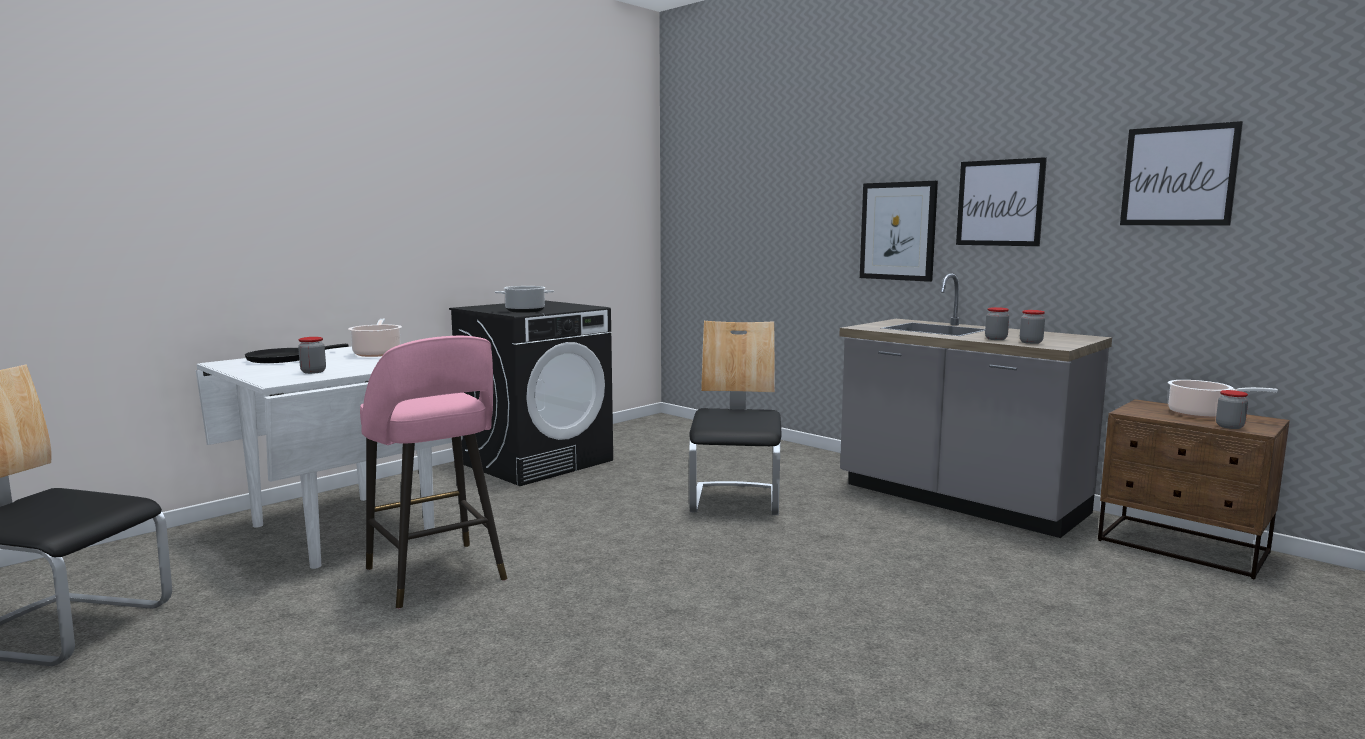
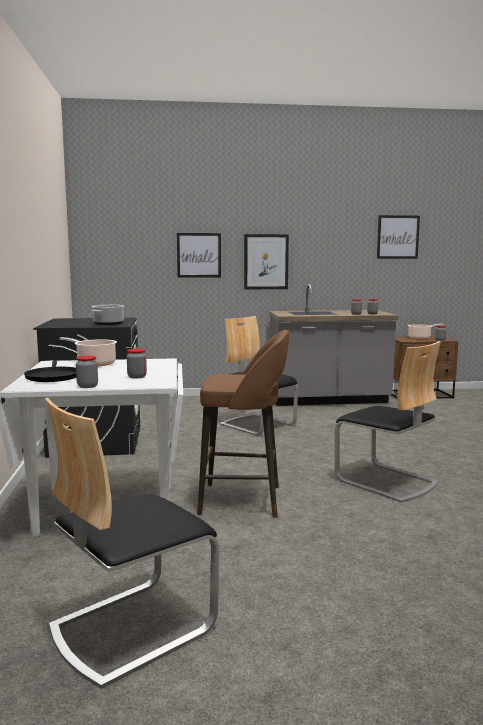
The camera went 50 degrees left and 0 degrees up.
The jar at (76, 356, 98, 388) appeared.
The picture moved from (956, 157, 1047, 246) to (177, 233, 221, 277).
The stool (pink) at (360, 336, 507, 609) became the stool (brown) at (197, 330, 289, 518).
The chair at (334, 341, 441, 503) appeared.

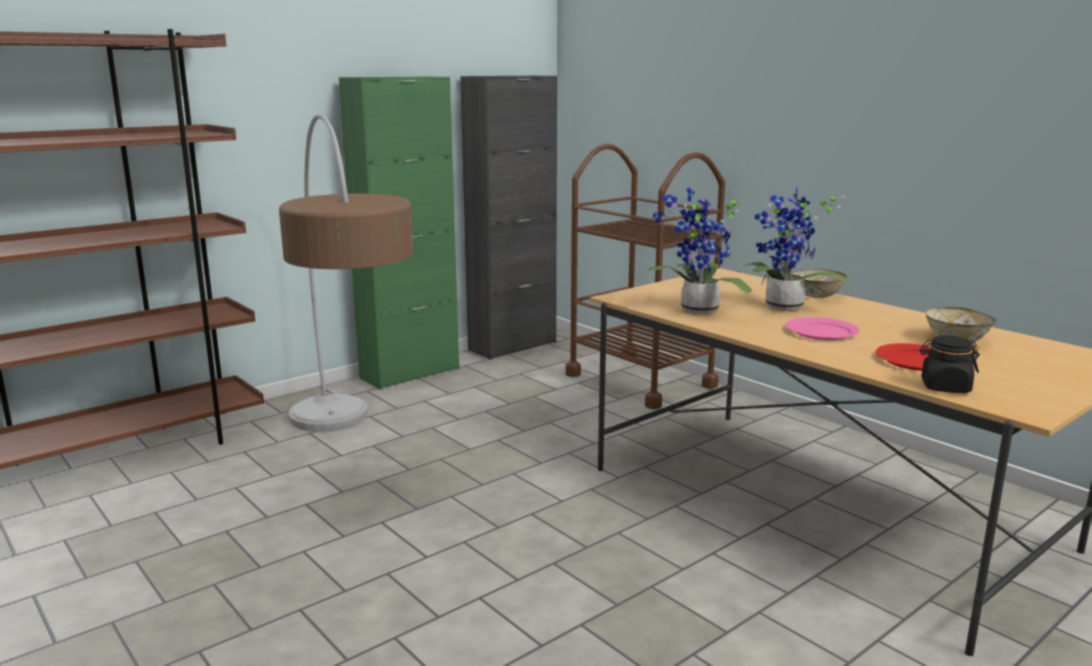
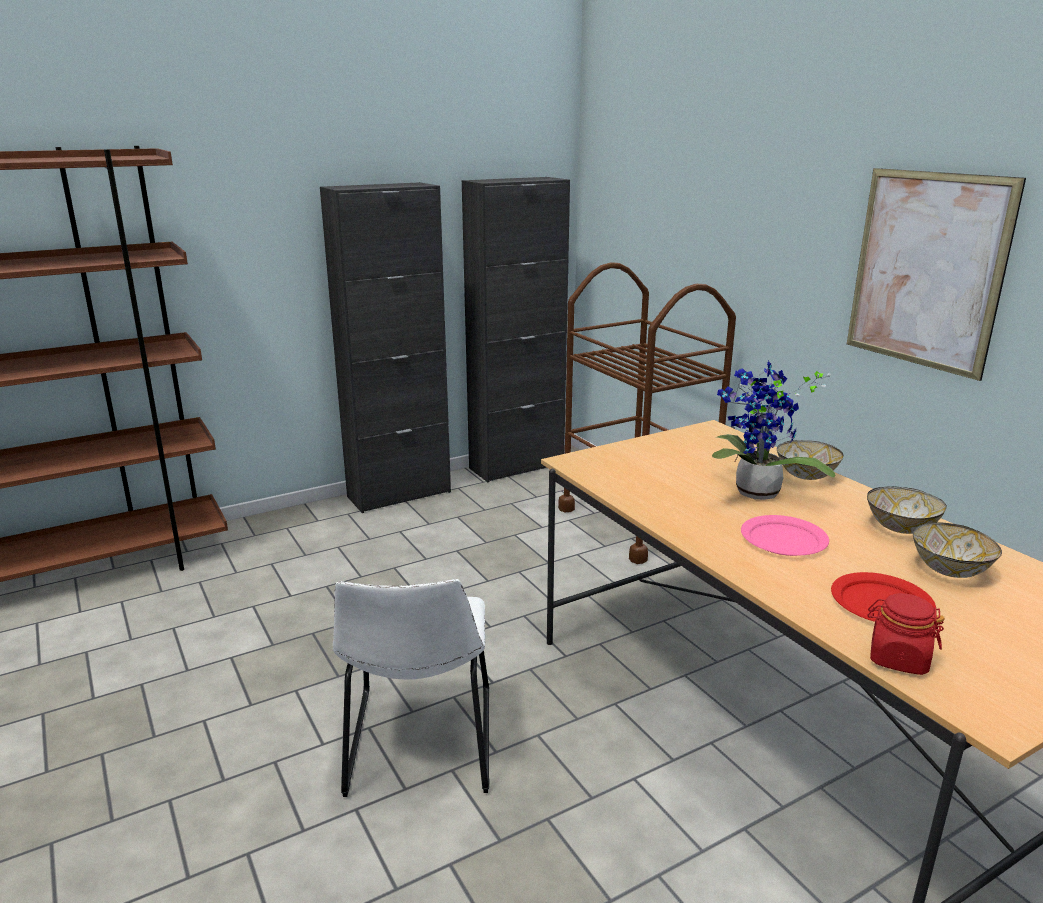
The camera went 10 degrees right and 5 degrees up.
The cabinet (green) at (339, 76, 459, 390) became the cabinet (black) at (320, 182, 451, 513).
The chair (white) at (333, 579, 489, 797) appeared.
The picture at (847, 168, 1026, 381) appeared.
The bowl at (867, 486, 947, 534) appeared.
The jar (black) at (919, 335, 980, 393) became the jar (red) at (867, 593, 945, 675).
The floor lamp at (279, 114, 414, 432) disappeared.
The potted plant at (647, 187, 752, 314) disappeared.

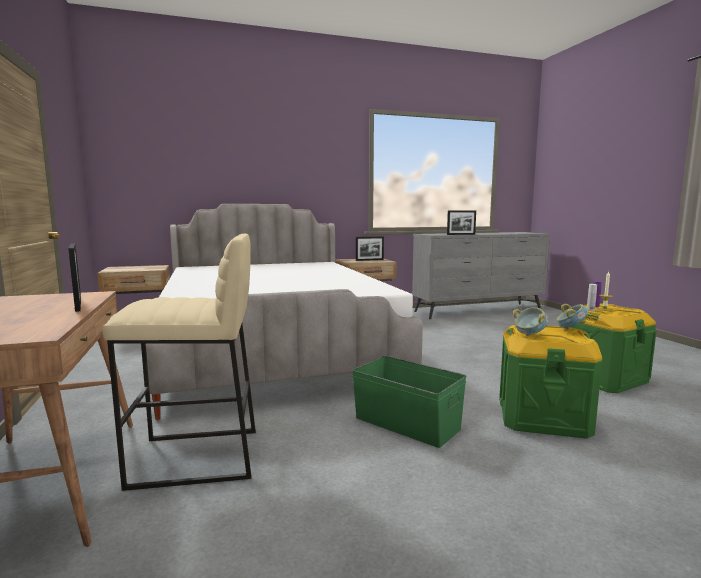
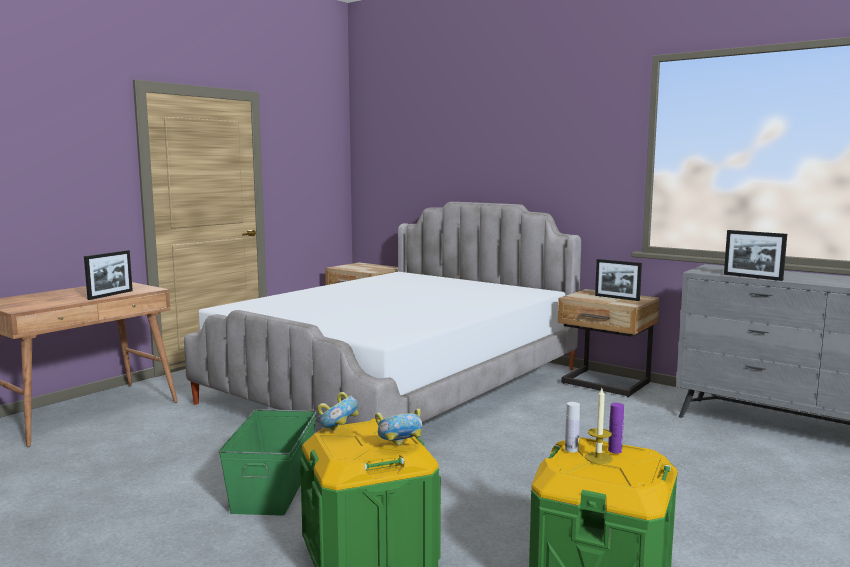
The camera went 55 degrees right and 0 degrees up.
The stool (beige) at (102, 234, 256, 491) disappeared.

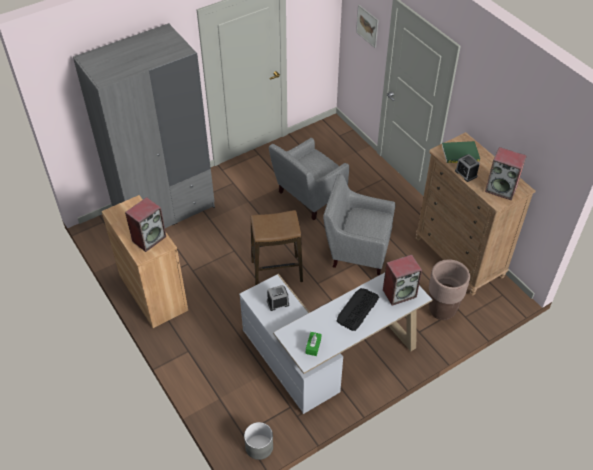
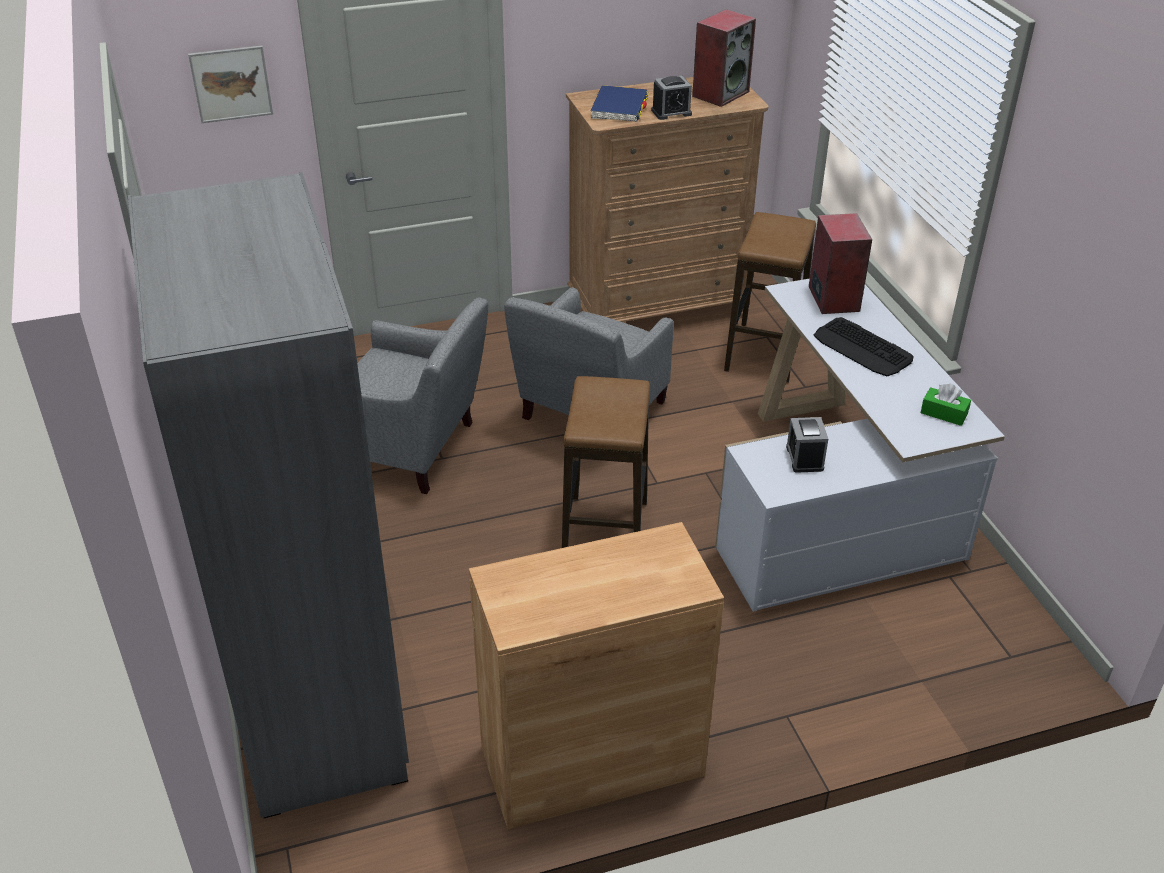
The camera went 75 degrees left and 10 degrees down.
The armchair (grey) at (269, 138, 349, 220) turned 45 degrees counterclockwise.
The book (green) at (442, 141, 480, 163) became the book (blue) at (591, 85, 649, 121).
The planter (brown) at (429, 259, 470, 320) was replaced by the stool at (724, 212, 816, 383).
The speaker at (125, 197, 166, 252) disappeared.
The planter (grey) at (244, 422, 273, 460) disappeared.

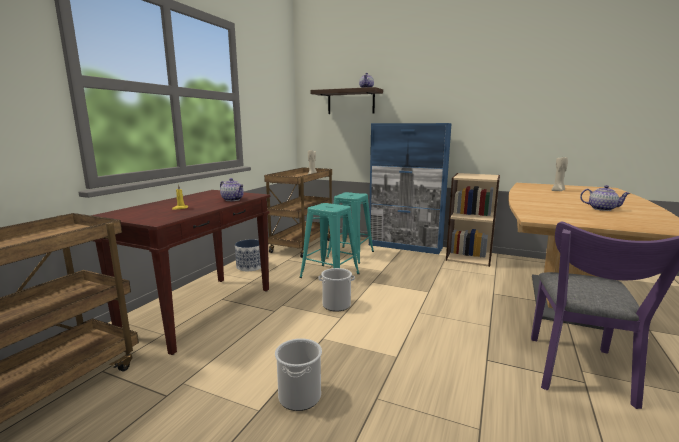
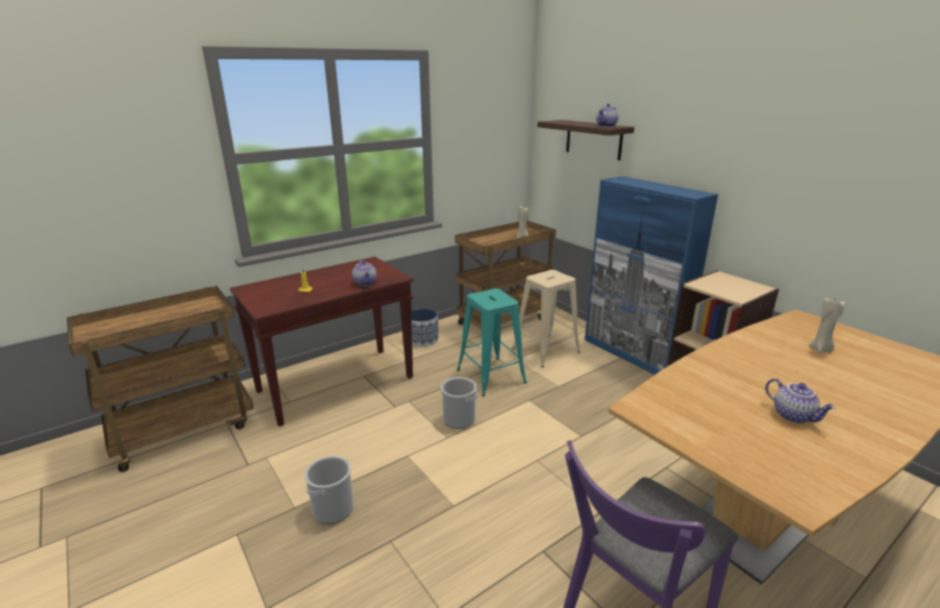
The camera went 30 degrees right and 10 degrees up.
The stool (turquoise) at (326, 192, 374, 264) became the stool (beige) at (512, 270, 580, 367).

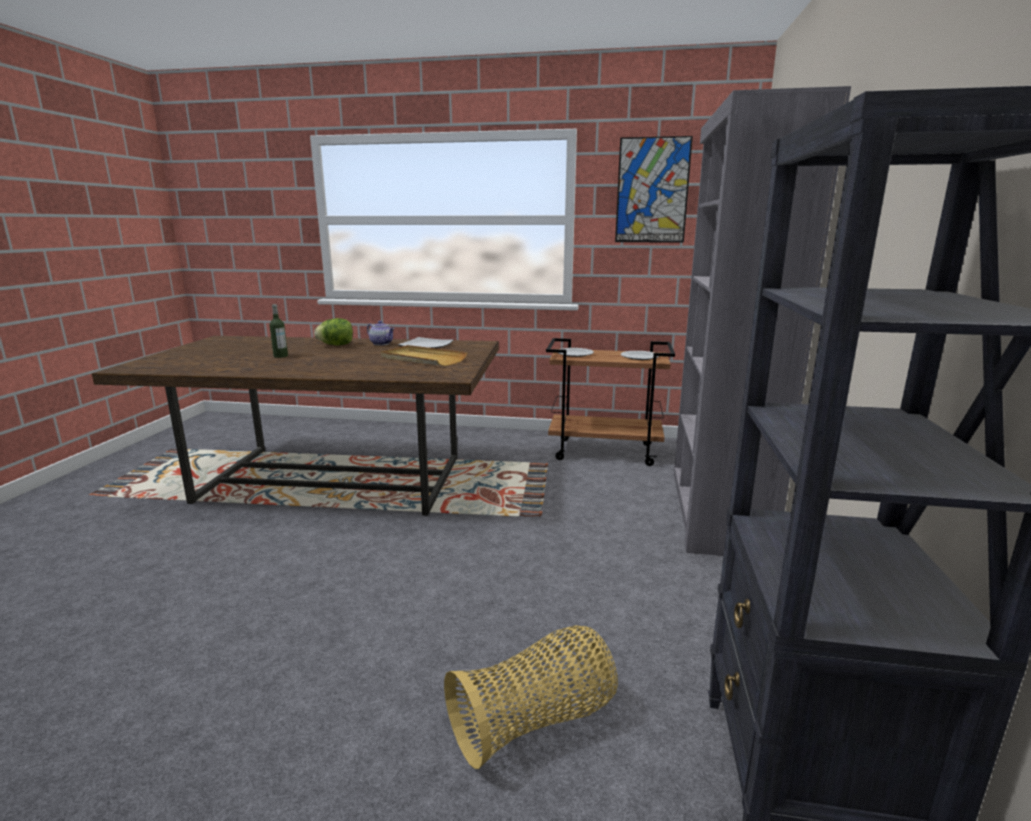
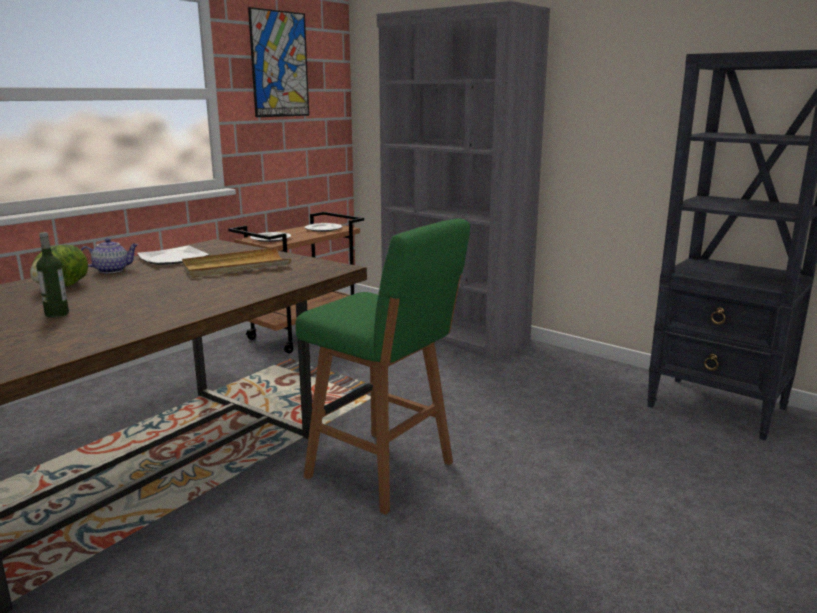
The camera went 60 degrees left and 0 degrees up.
The stool (green) at (295, 218, 470, 515) appeared.
The basket at (444, 625, 618, 769) disappeared.

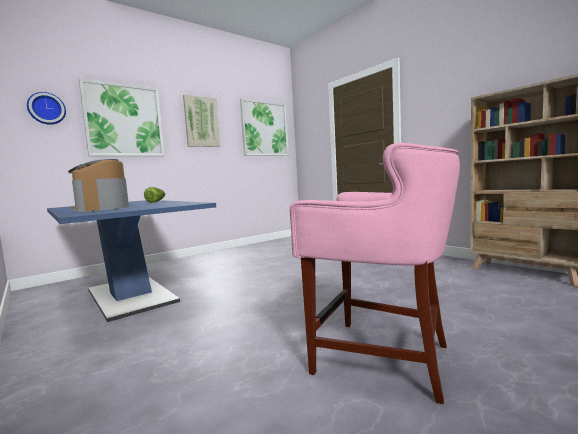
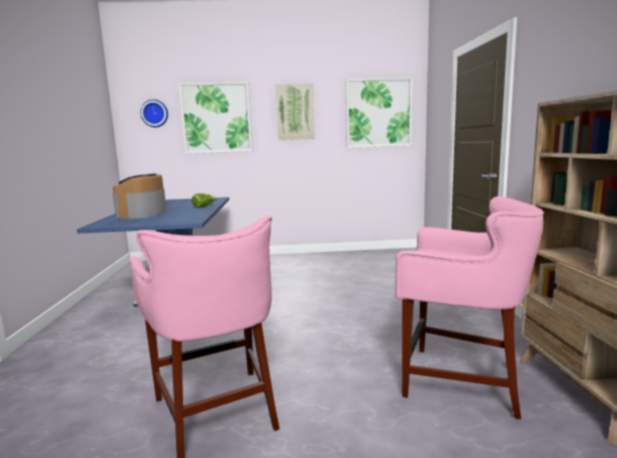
The camera went 35 degrees right and 5 degrees up.
The stool (pink) at (395, 196, 544, 419) appeared.

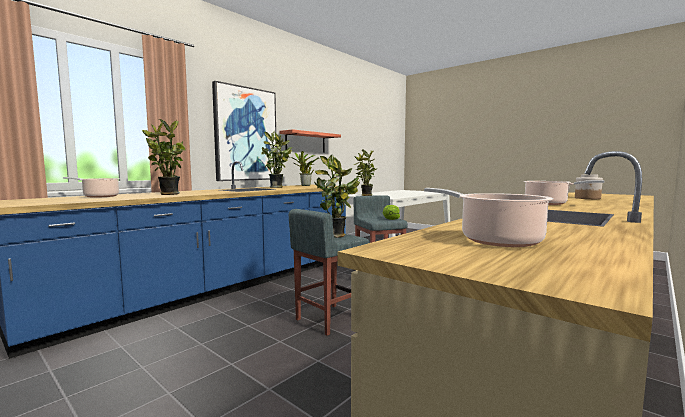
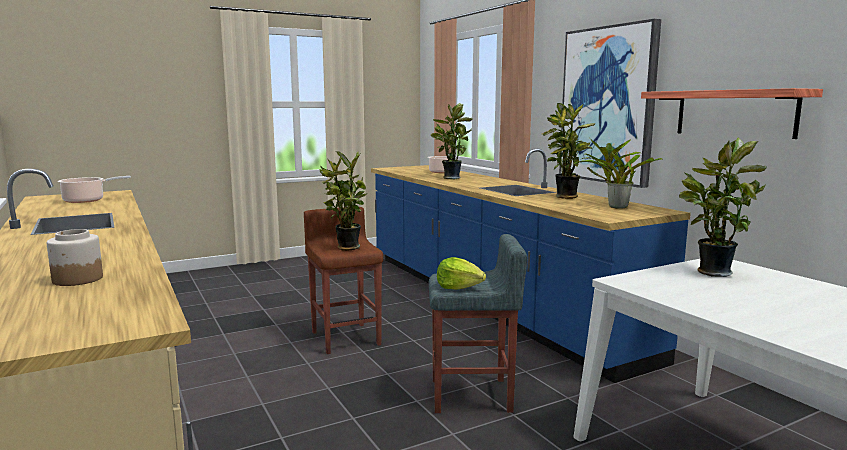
The camera went 110 degrees right and 5 degrees up.
The stool (grey) at (289, 209, 370, 336) became the stool (brown) at (304, 207, 383, 354).
The cooking pot at (523, 180, 605, 205) disappeared.

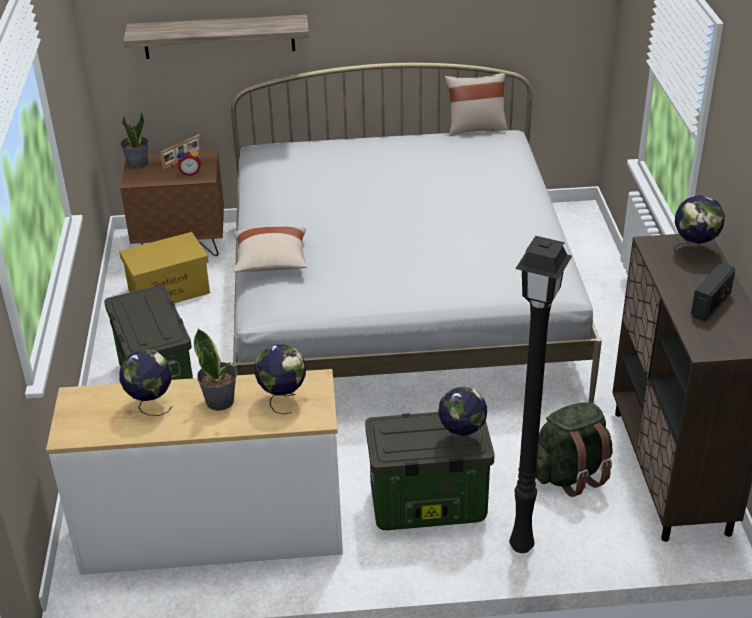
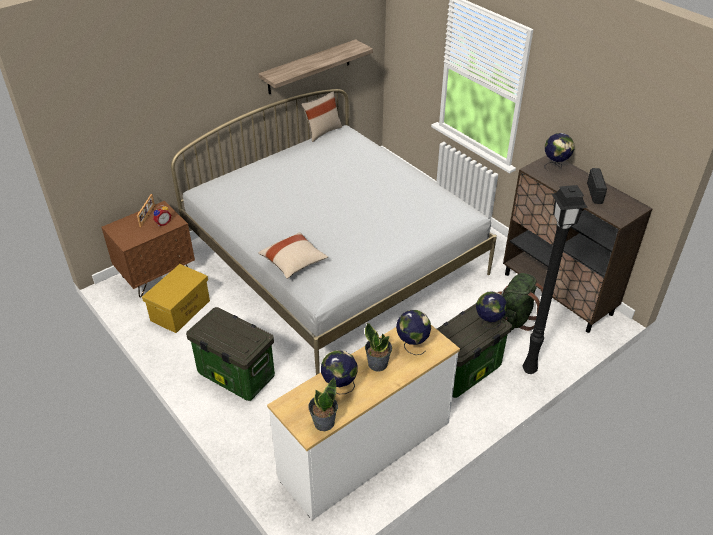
The camera went 35 degrees left and 5 degrees up.
The shelf moved from (123, 15, 309, 59) to (259, 39, 373, 94).
The potted plant moved from (120, 112, 148, 169) to (308, 377, 338, 431).

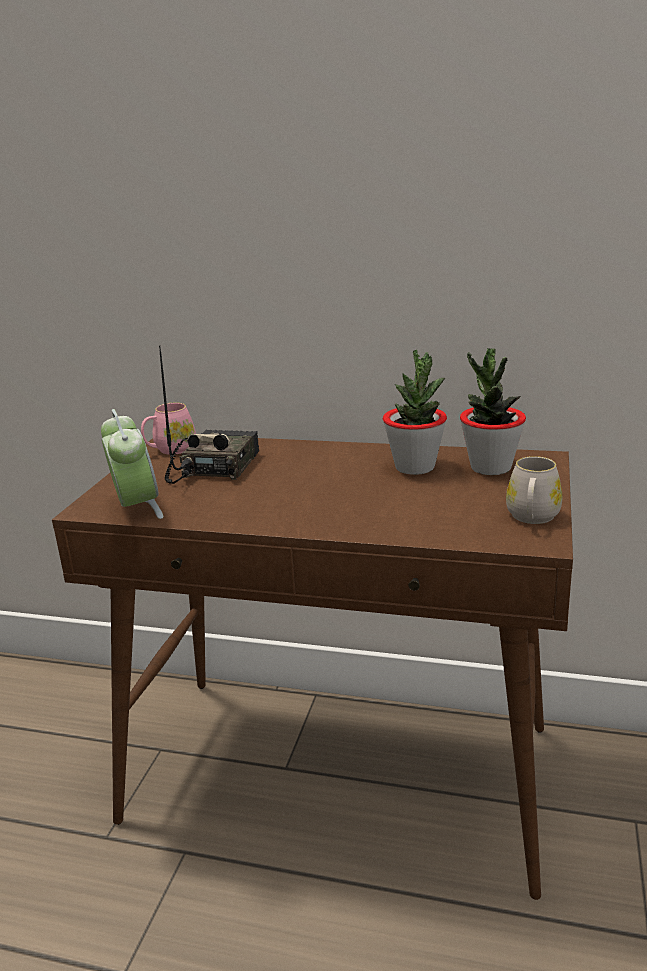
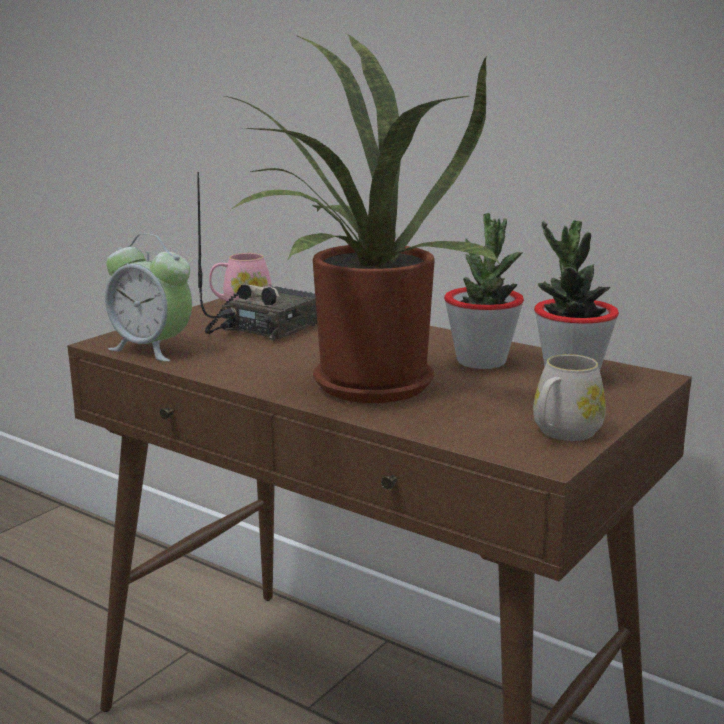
The camera went 20 degrees right and 5 degrees down.
The alarm clock at (101, 409, 163, 519) turned 120 degrees clockwise.
The potted plant at (225, 33, 501, 403) appeared.

